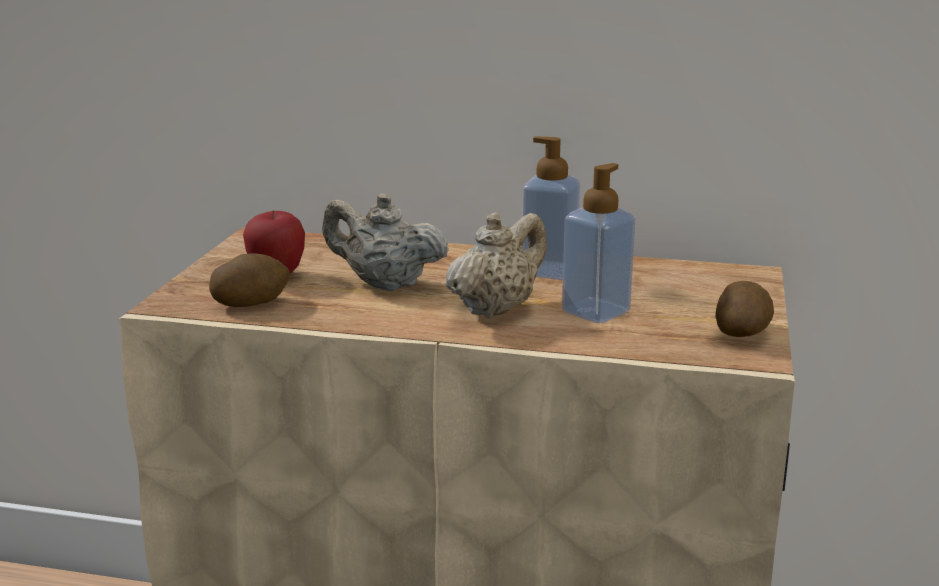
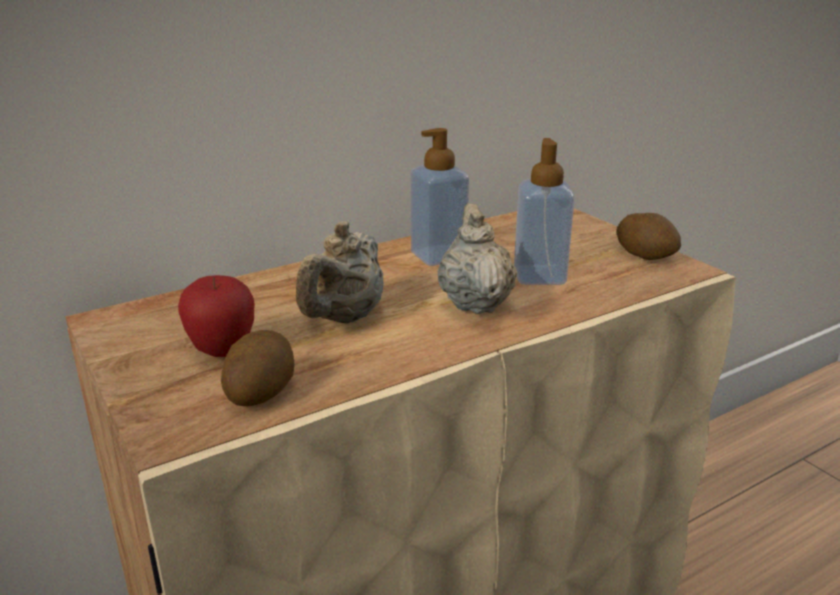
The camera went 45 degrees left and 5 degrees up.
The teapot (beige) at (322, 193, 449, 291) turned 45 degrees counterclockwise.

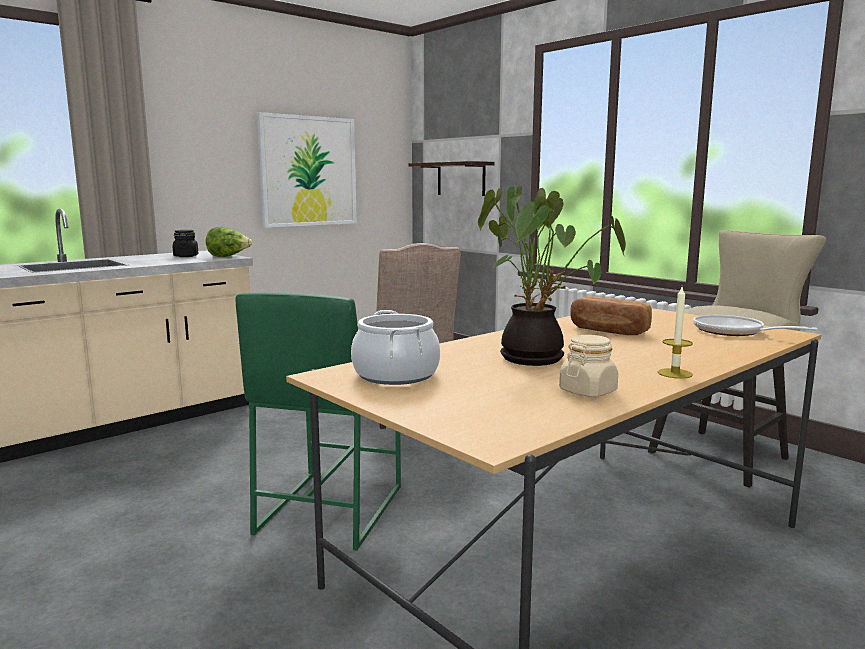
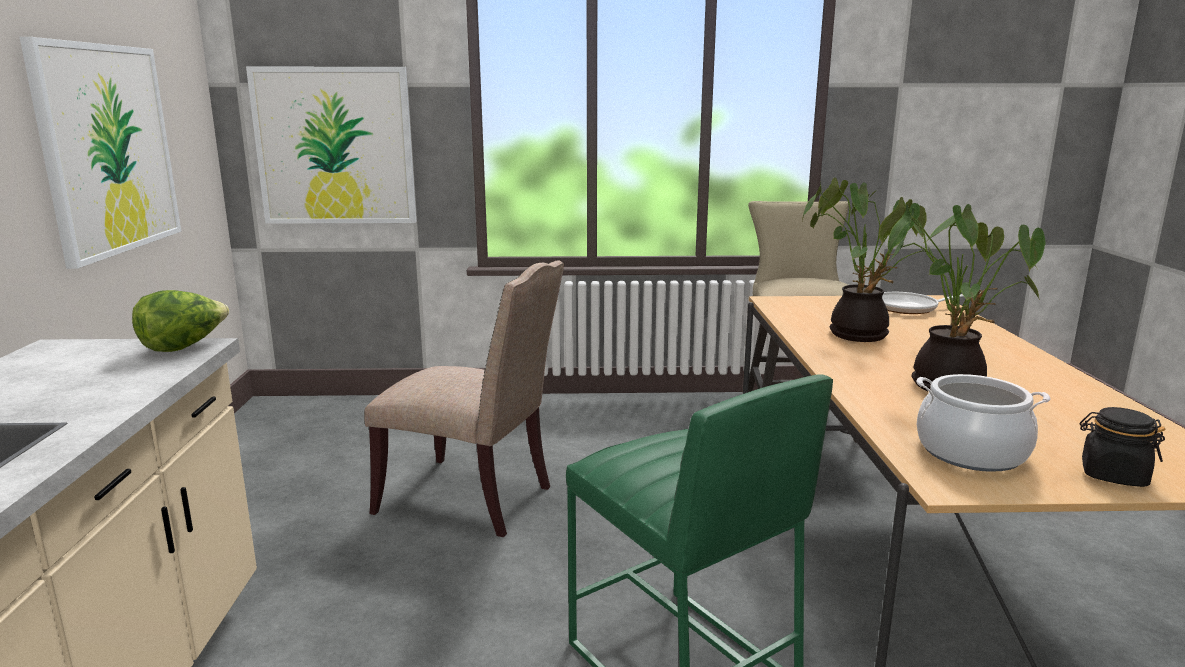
The camera went 50 degrees left and 5 degrees up.
The shelf at (408, 161, 495, 196) was replaced by the picture at (246, 67, 416, 224).
The bread at (570, 296, 652, 335) was replaced by the potted plant at (803, 178, 936, 342).
The jar (black) moved from (173, 230, 198, 257) to (1080, 407, 1165, 487).
The jar (beige) at (559, 335, 618, 397) disappeared.
The candle at (658, 287, 693, 379) disappeared.

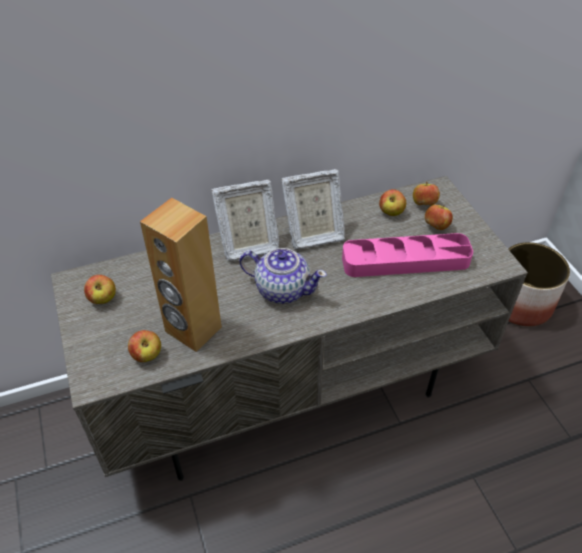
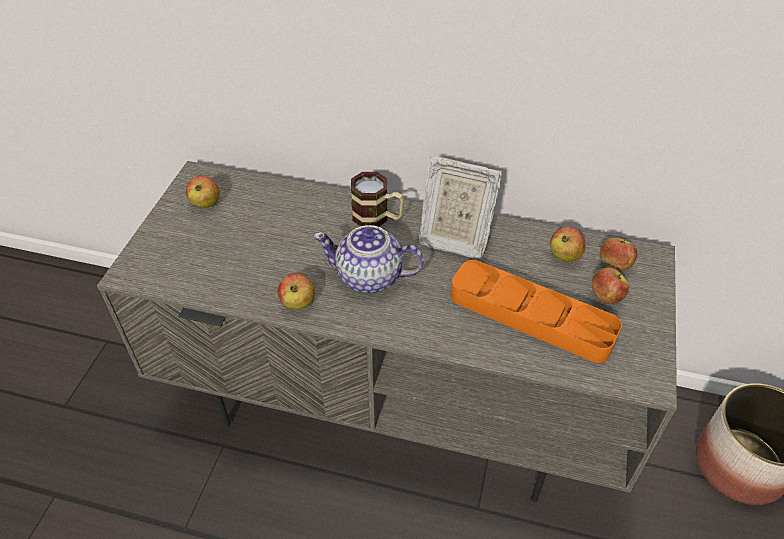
The camera went 35 degrees right and 0 degrees up.
The apple moved from (128, 330, 161, 362) to (278, 273, 315, 310).
The teapot at (239, 248, 327, 304) turned 135 degrees clockwise.
The picture frame at (211, 180, 279, 261) was replaced by the mug at (351, 172, 404, 227).
The tray (pink) at (342, 233, 473, 277) became the tray (orange) at (451, 260, 622, 363).
The speaker (brown) at (140, 198, 222, 352) disappeared.

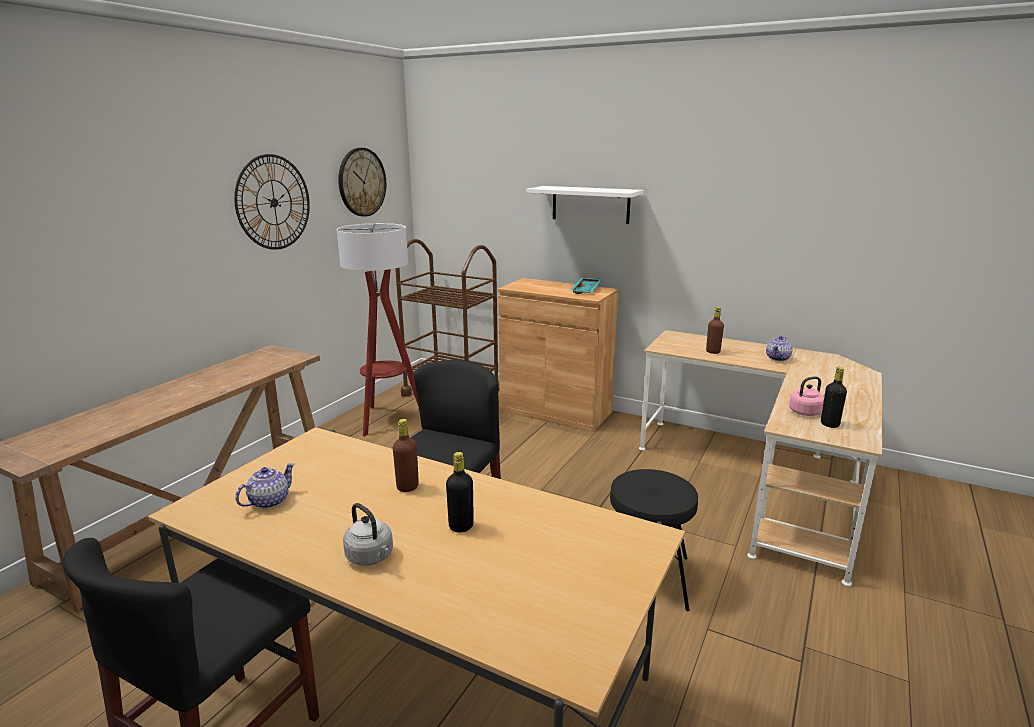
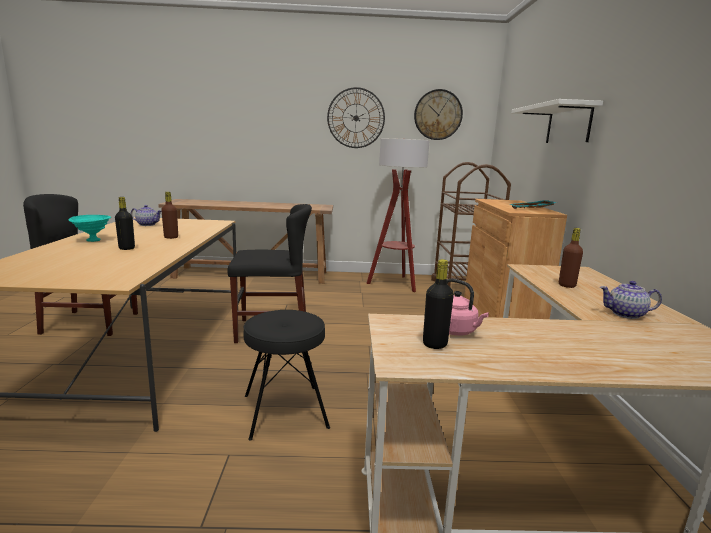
The camera went 60 degrees right and 5 degrees down.
The kettle (grey) at (343, 503, 393, 566) was replaced by the bowl (turquoise) at (69, 215, 111, 242).

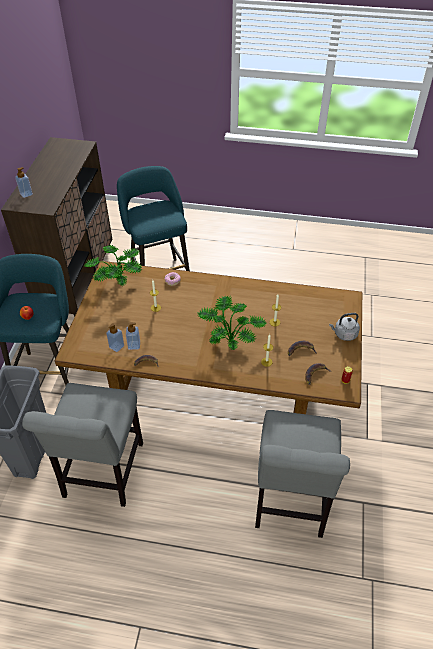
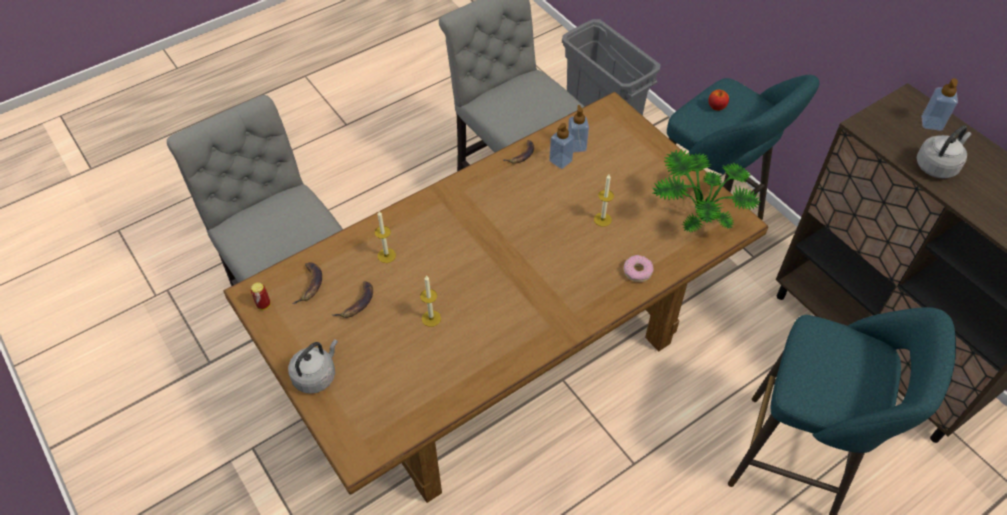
The camera went 135 degrees right and 5 degrees up.
The kettle (grey) at (917, 125, 972, 179) appeared.
The potted plant at (198, 296, 266, 350) disappeared.

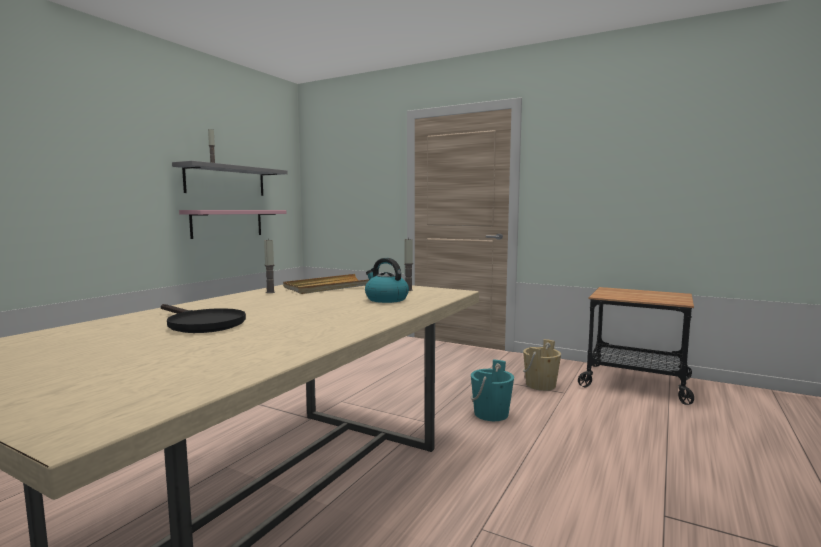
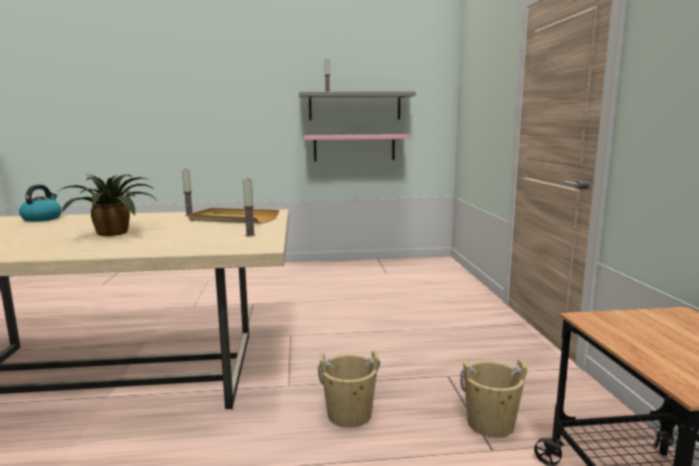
The camera went 55 degrees right and 5 degrees up.
The kettle moved from (365, 258, 409, 303) to (19, 185, 62, 222).
The potted plant at (57, 174, 158, 236) appeared.
The bucket (turquoise) at (471, 359, 514, 421) became the bucket (beige) at (318, 350, 380, 428).
The frying pan (black) at (161, 304, 246, 333) disappeared.

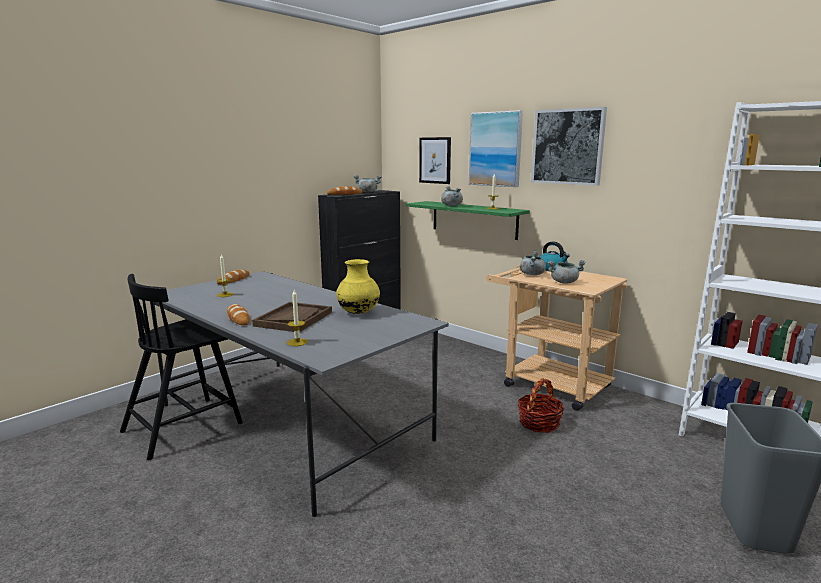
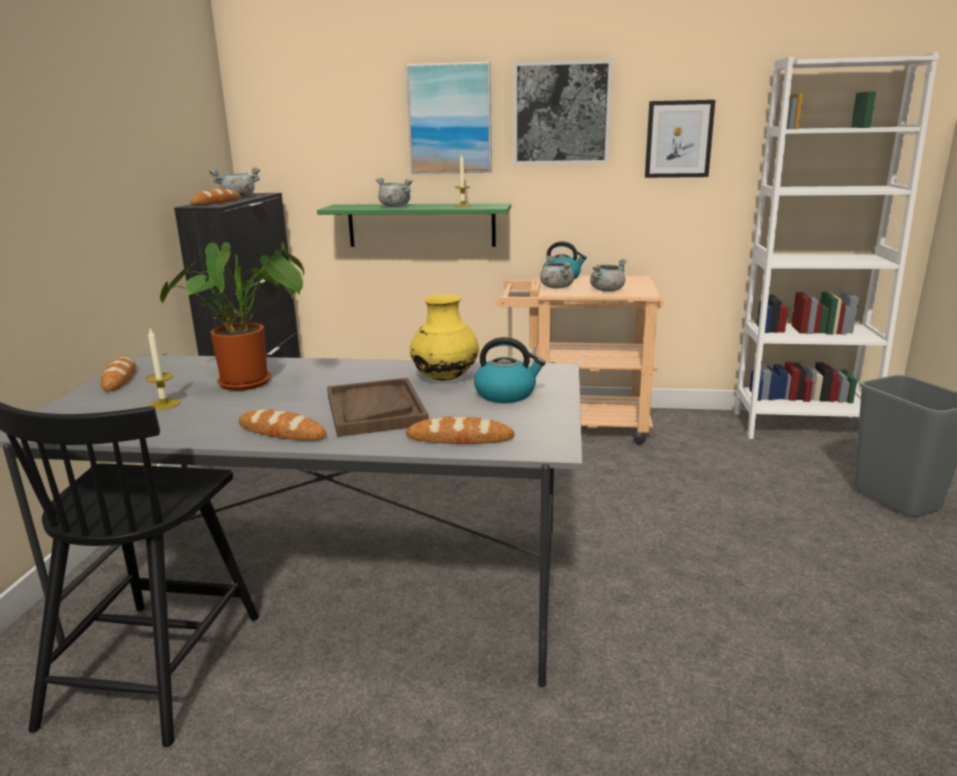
The camera went 35 degrees left and 5 degrees up.
The potted plant at (160, 242, 304, 391) appeared.
The candle at (287, 290, 308, 346) was replaced by the bread at (406, 417, 515, 444).
The kettle at (474, 337, 545, 403) appeared.
The picture moved from (419, 137, 451, 184) to (645, 100, 715, 178).
The basket at (518, 379, 564, 433) disappeared.

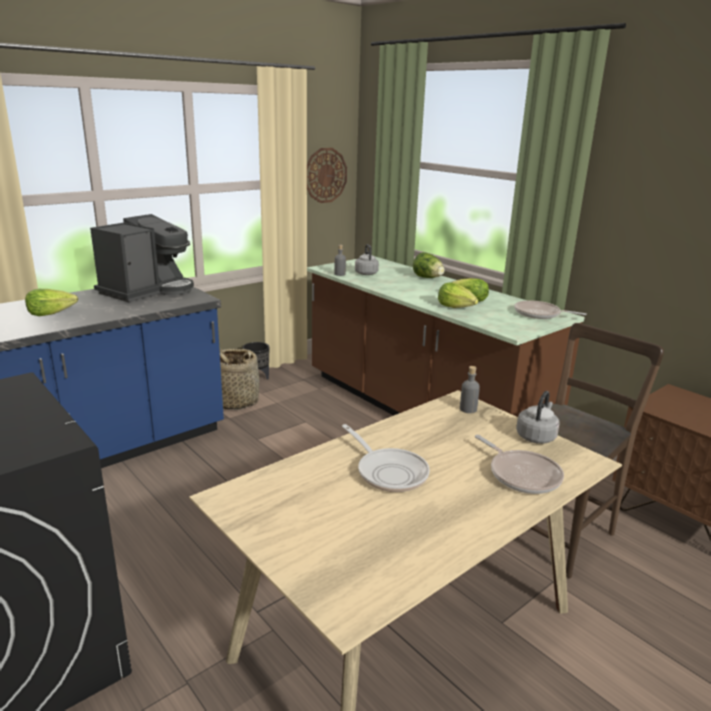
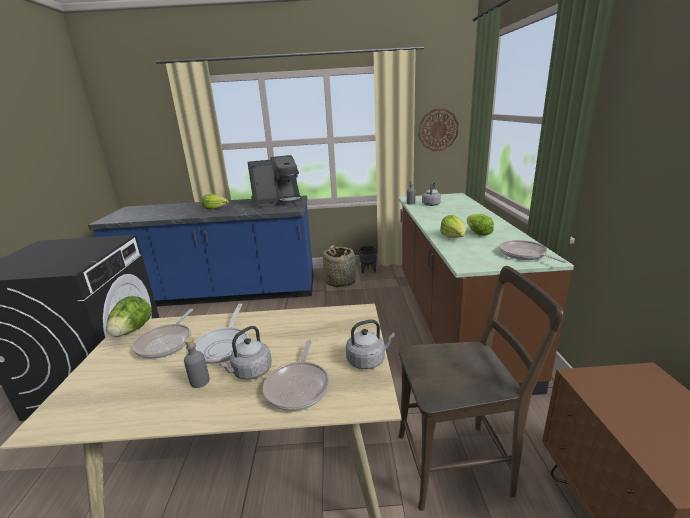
The camera went 40 degrees right and 0 degrees up.
The lettuce moved from (413, 252, 445, 278) to (106, 296, 152, 337).
The frying pan at (132, 309, 193, 359) appeared.
The bottle (grey) moved from (460, 366, 480, 413) to (184, 337, 210, 388).
The kettle (grey) at (219, 326, 272, 380) appeared.

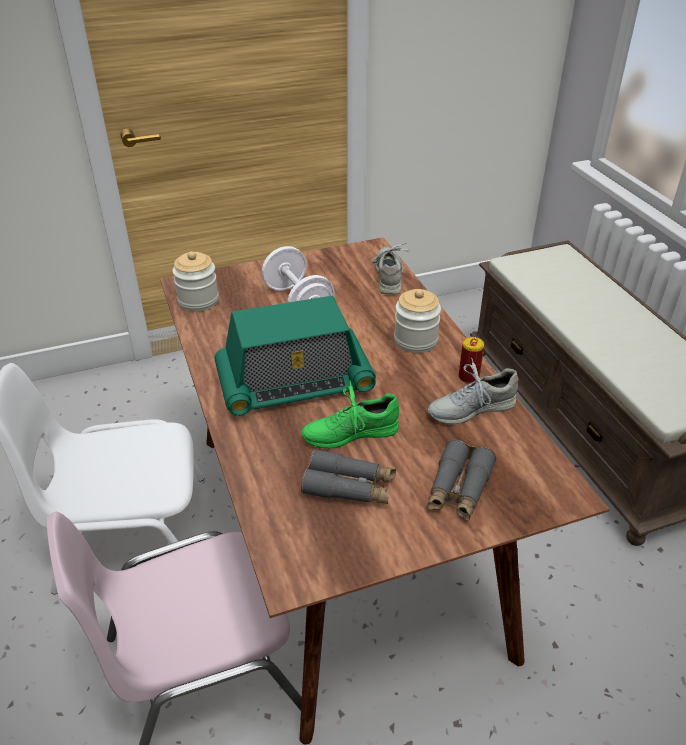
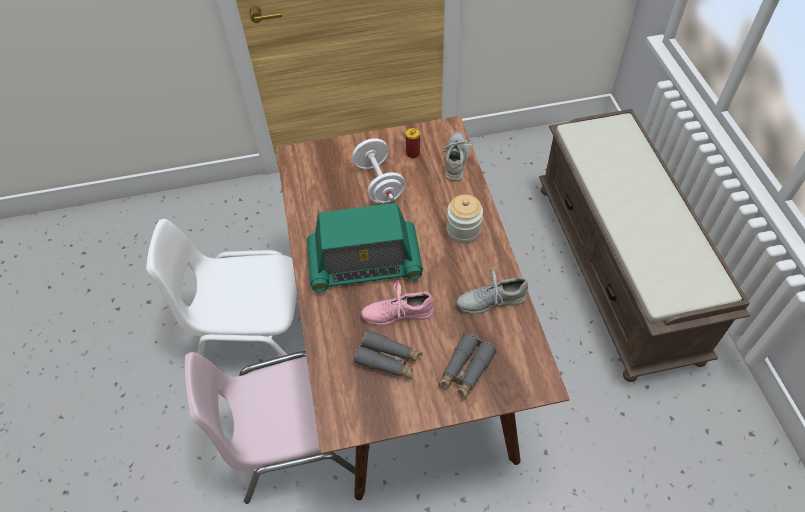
The camera went 10 degrees right and 15 degrees up.
The shoe (green) at (302, 380, 399, 449) became the shoe (pink) at (361, 280, 434, 326).
The can moved from (459, 337, 484, 384) to (406, 128, 420, 159).
The jar at (172, 251, 219, 311) disappeared.

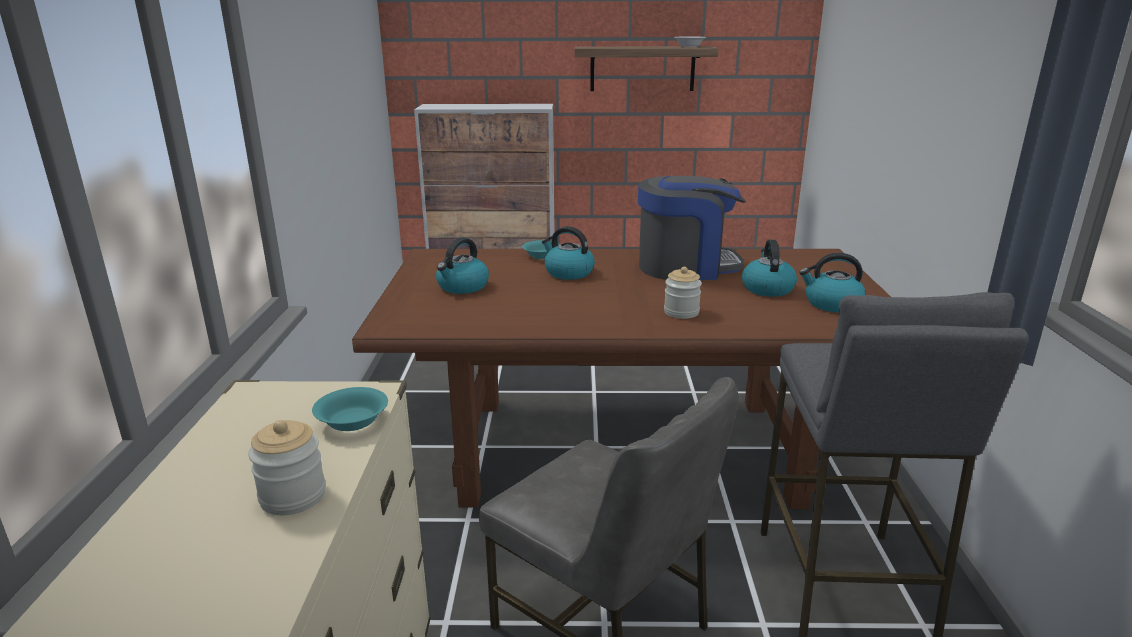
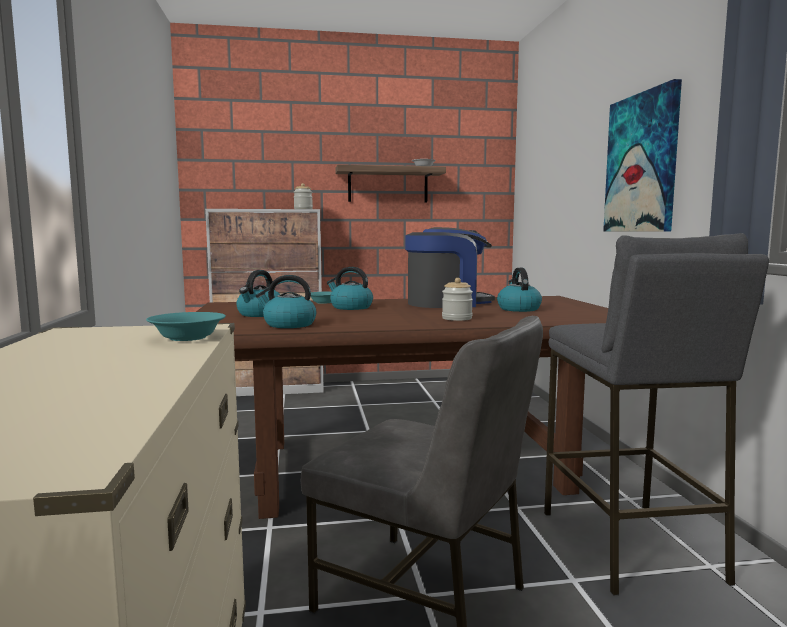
The camera went 10 degrees left and 15 degrees down.
The kettle moved from (799, 253, 865, 313) to (256, 275, 316, 328).
The jar moved from (248, 420, 326, 515) to (294, 183, 313, 209).
The picture at (603, 79, 682, 232) appeared.

